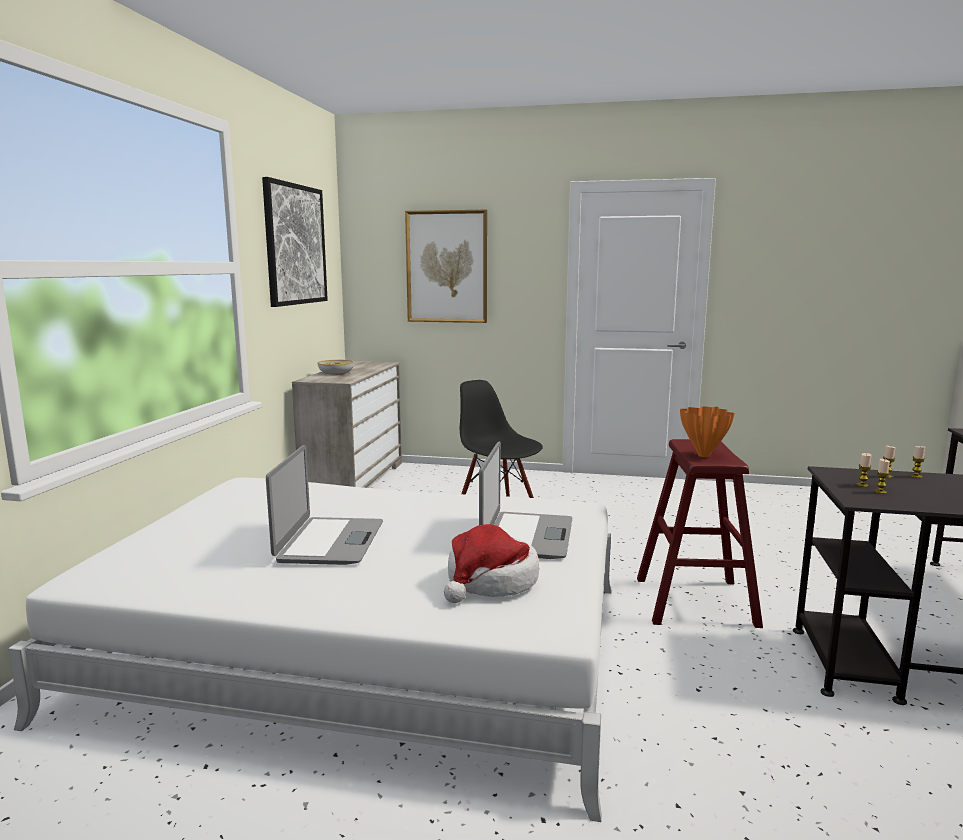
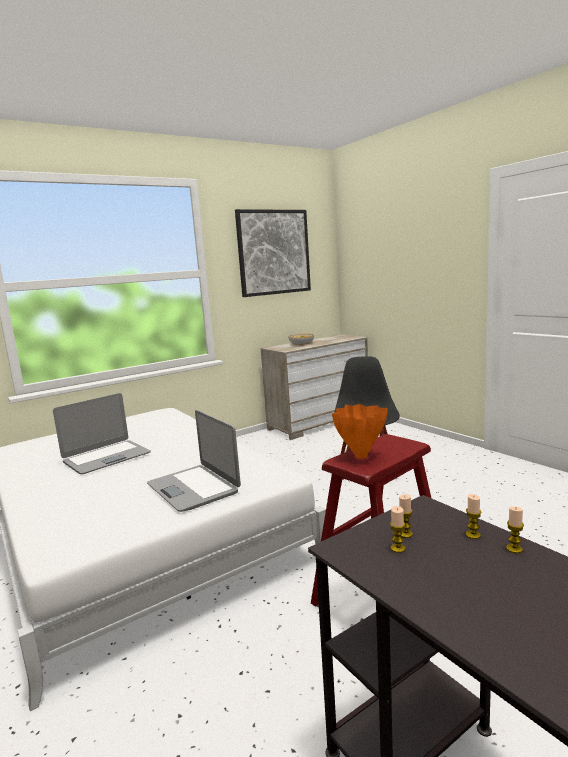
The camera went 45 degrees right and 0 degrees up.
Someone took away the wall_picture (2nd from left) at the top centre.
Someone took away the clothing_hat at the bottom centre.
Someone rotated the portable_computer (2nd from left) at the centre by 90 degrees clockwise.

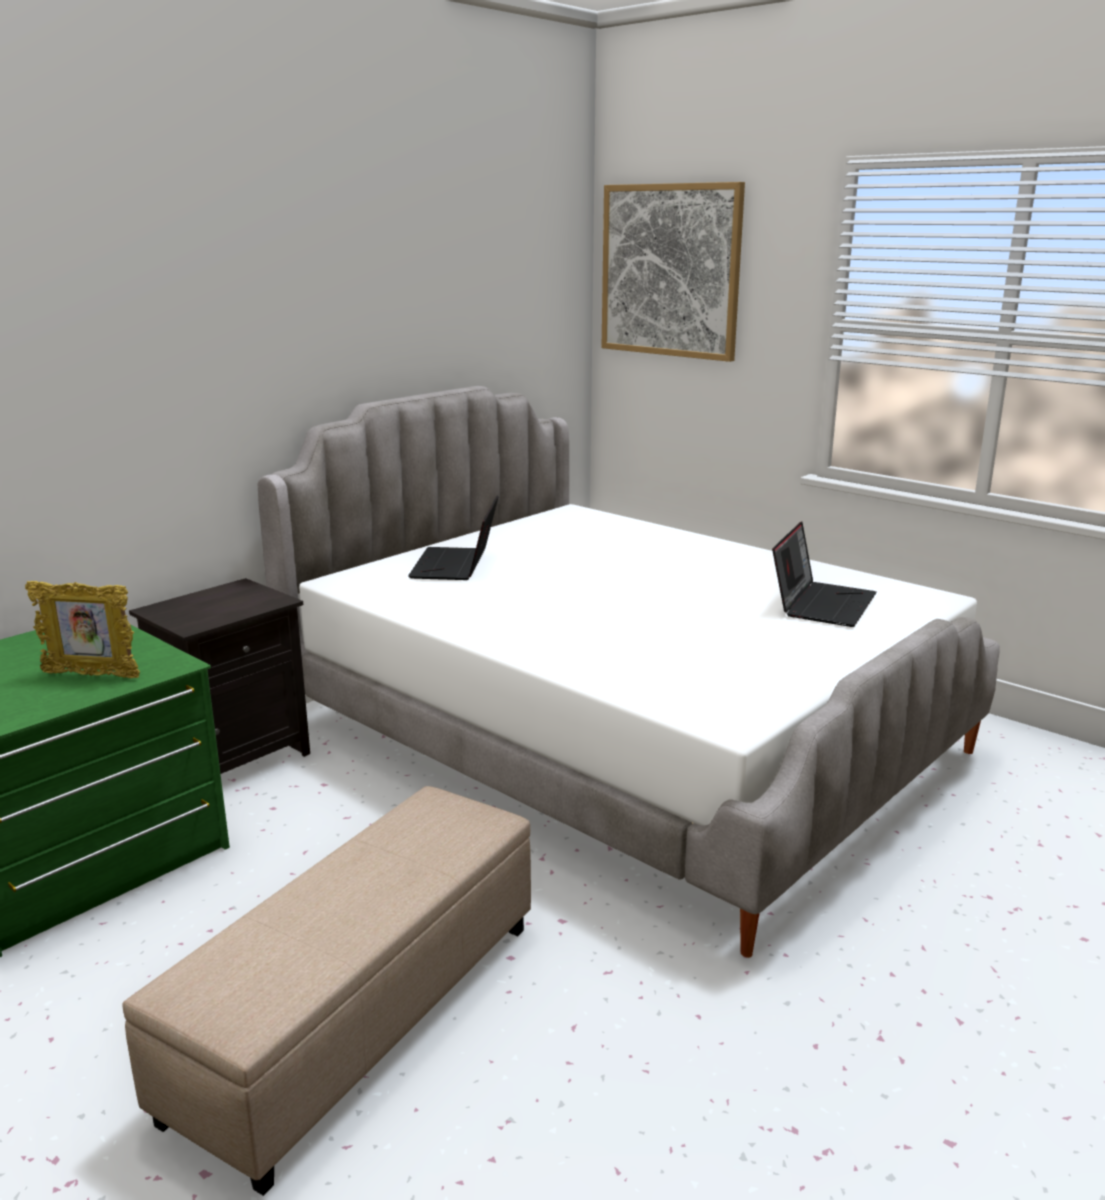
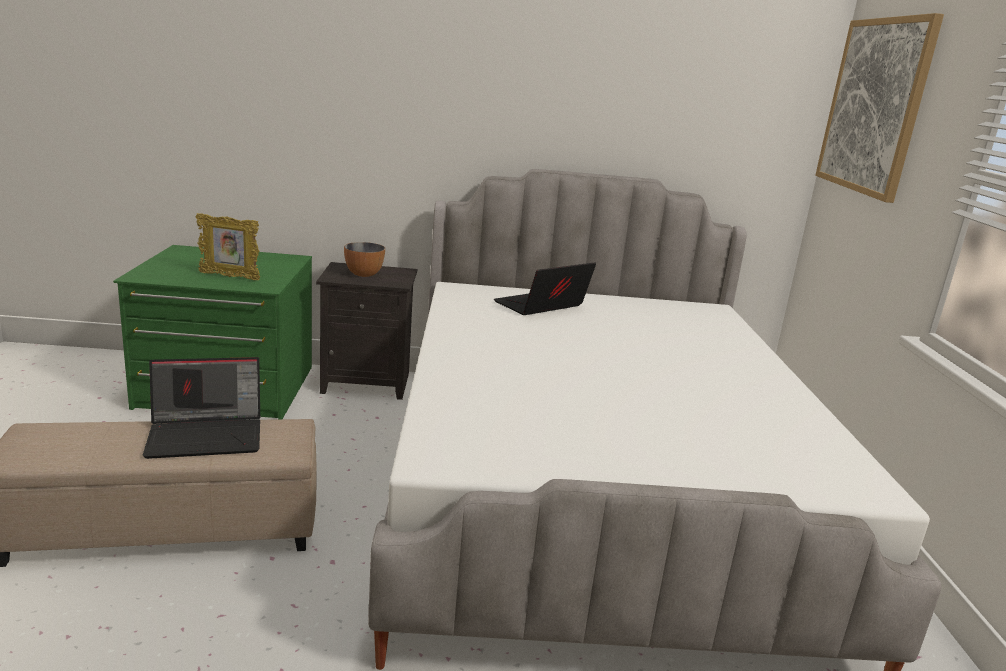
The camera went 45 degrees right and 0 degrees up.
Someone put down the deep_dish at the centre.
Someone carried the portable_computer (2nd from left in the first image) from the middle right to the middle left.
Someone rotated the standing_frame at the middle left by 45 degrees counterclockwise.

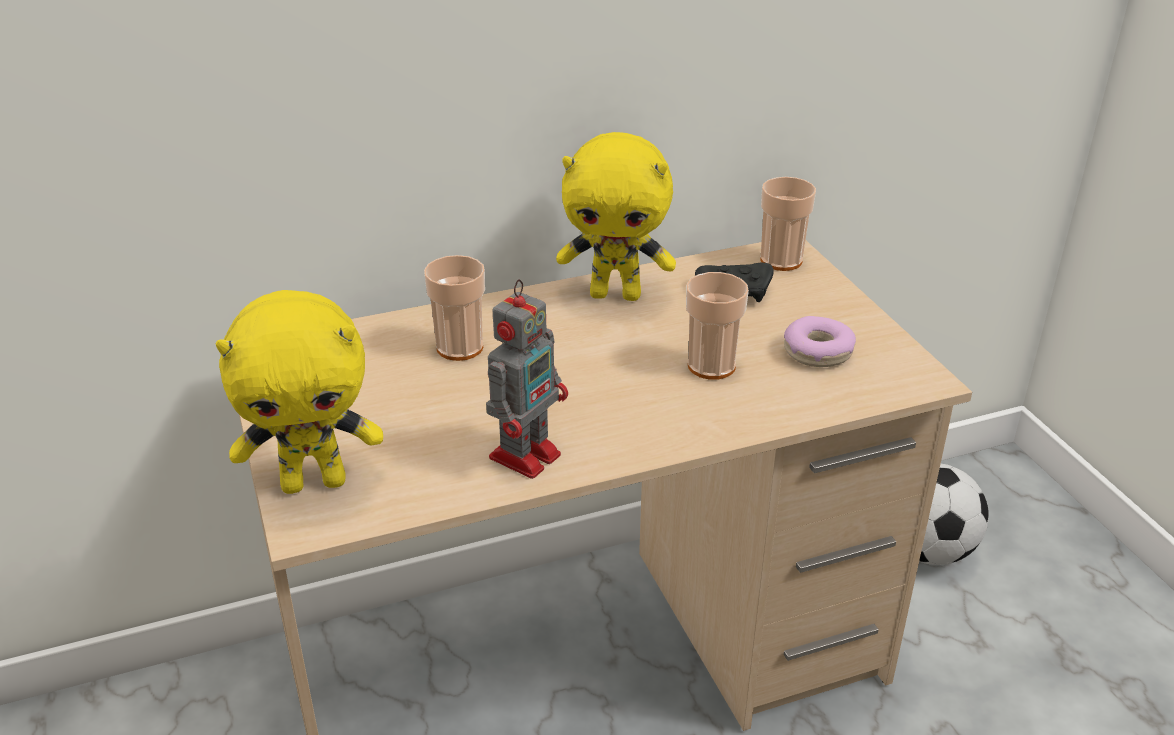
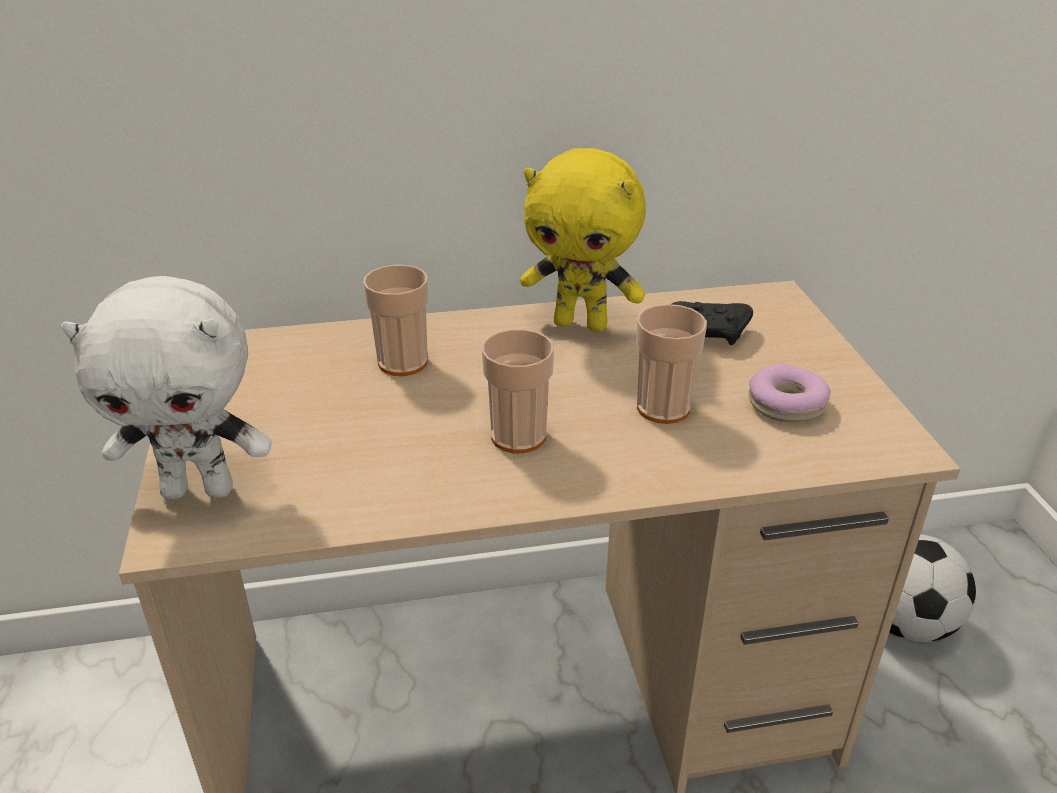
The camera went 10 degrees right and 0 degrees up.
Someone took away the robot_figure at the centre.
Someone carried the cup (3rd from left in the first image) from the top right to the centre.
Someone repainted the yellow-coloured_cuddly_toy (1st from left) at the middle left, which became the whitish_cuddly_toy at the middle left.

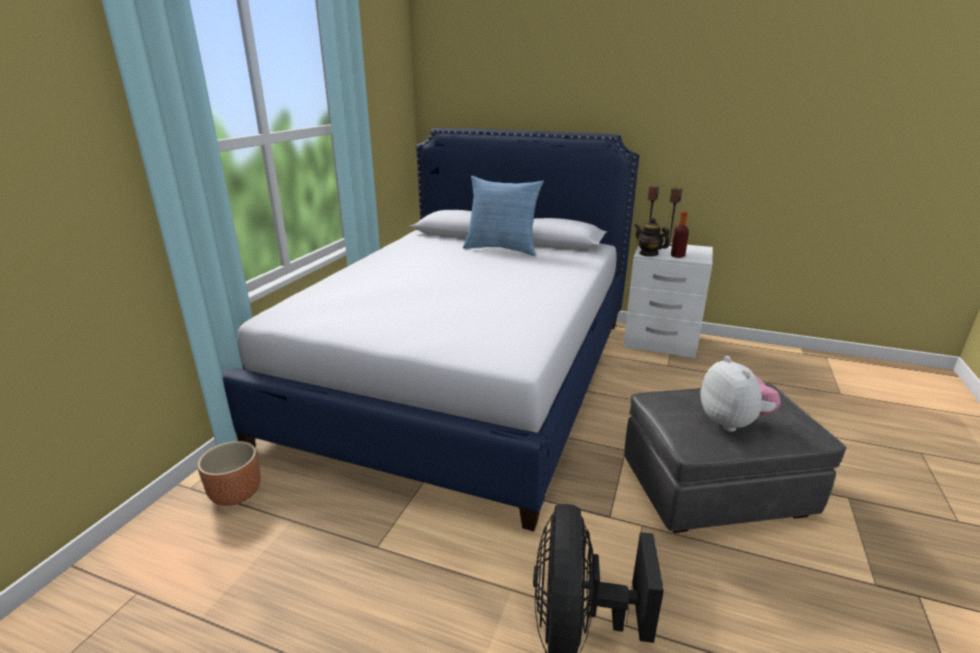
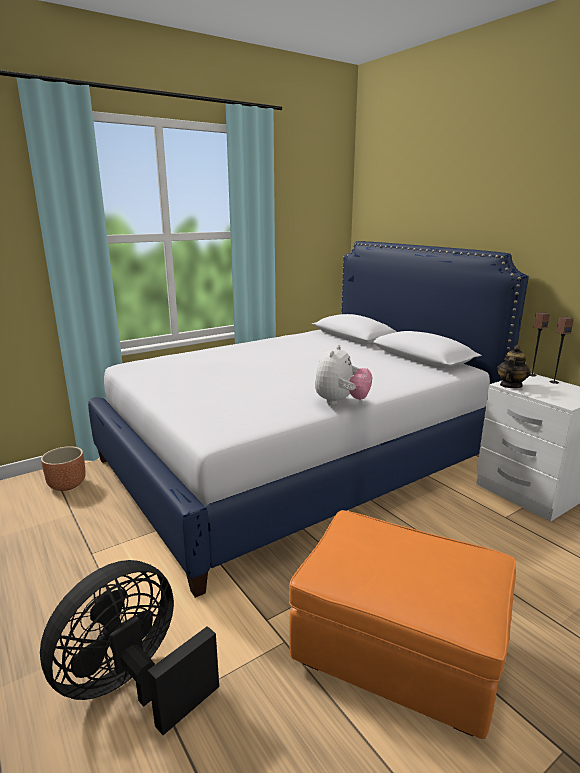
The camera went 35 degrees right and 5 degrees down.
Someone took away the pillow at the top centre.
Someone took away the bottle at the middle right.
Someone carried the cuddly_toy from the middle right to the centre.
Someone repainted the gray_pouffe at the bottom right, which became the orange_pouffe at the bottom right.
Someone rotated the pot_for_tea at the centre by 45 degrees clockwise.

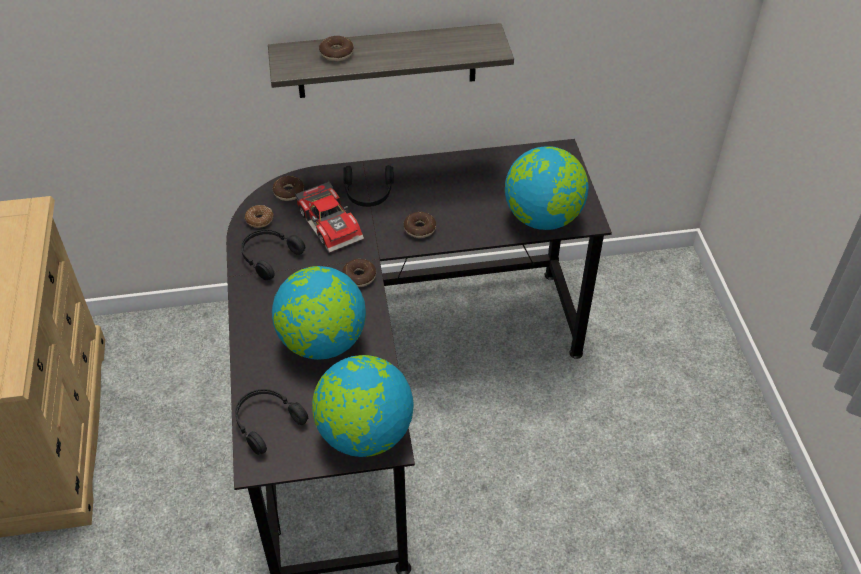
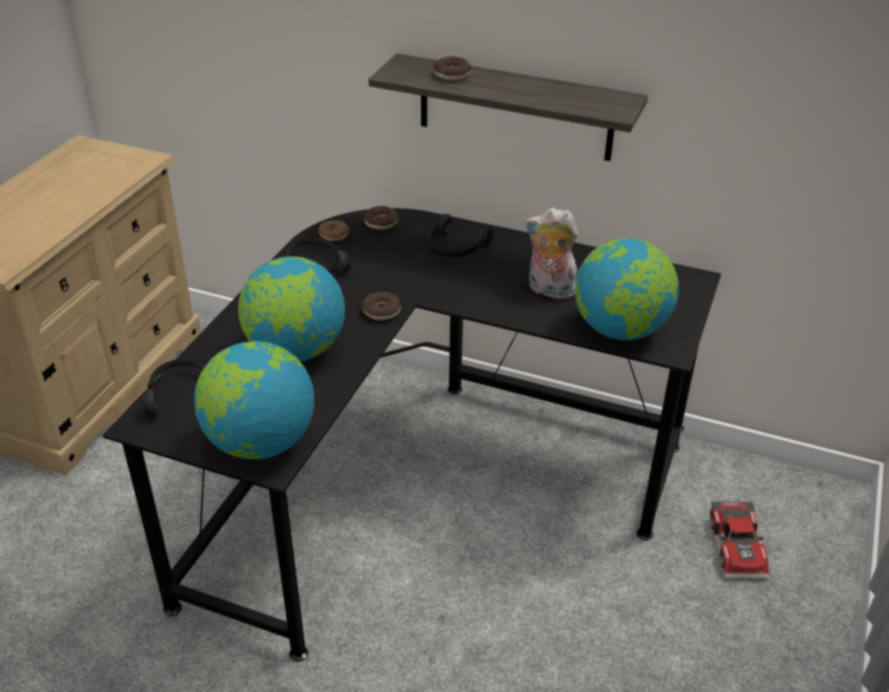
The camera went 30 degrees right and 10 degrees down.
Someone took away the donut (5th from left) at the centre.
Someone put down the cuddly_toy at the centre.
Someone carried the toy_car from the centre to the bottom right.

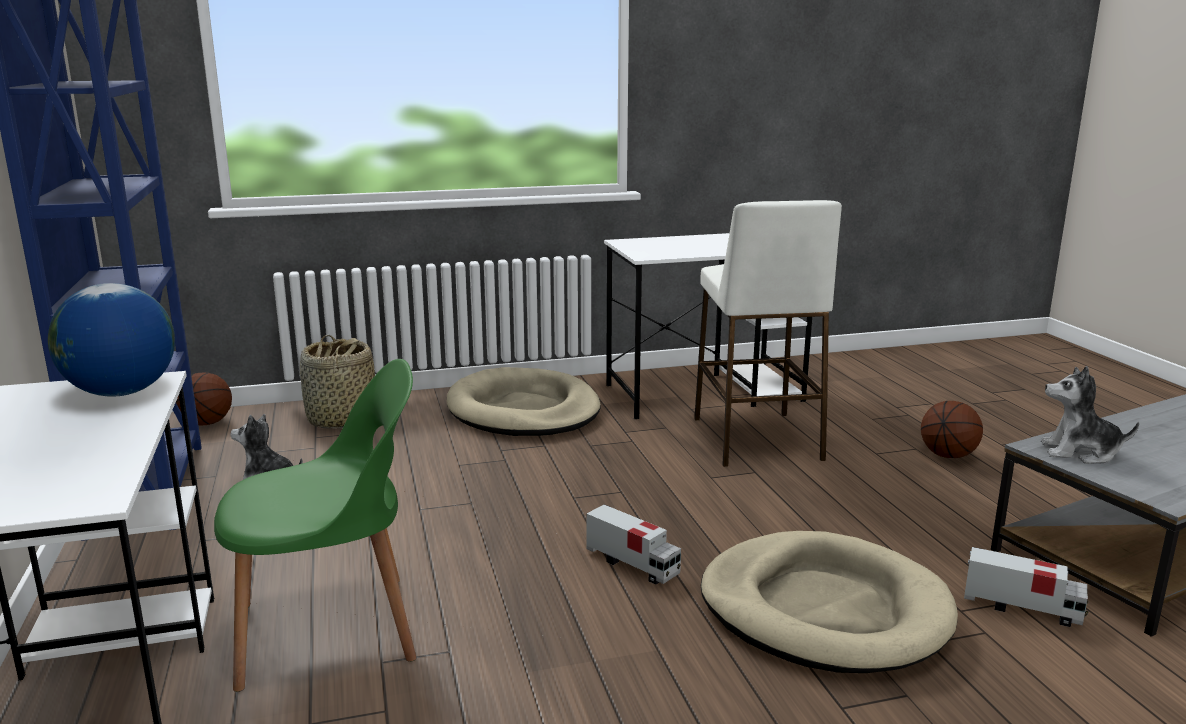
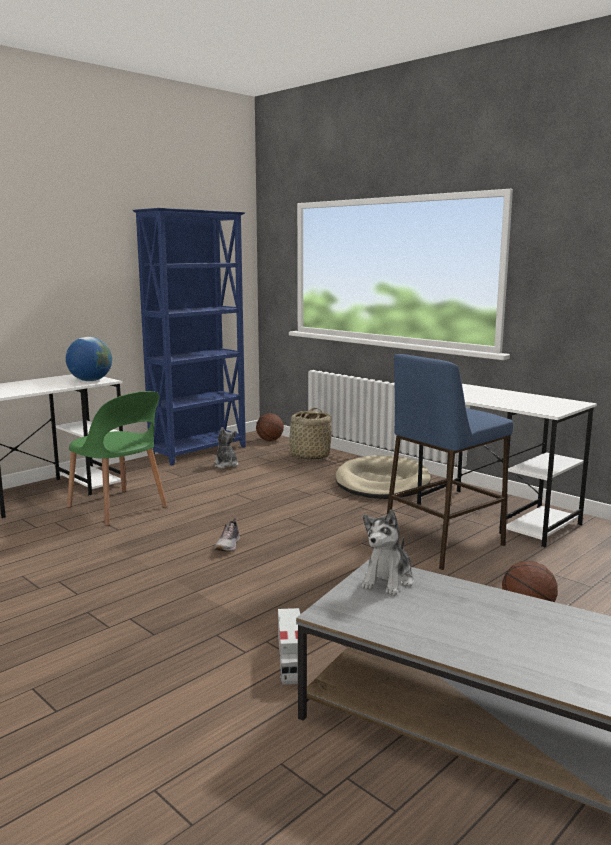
The camera went 60 degrees right and 5 degrees down.
Someone took away the beige-coloured_dog_cushion (2nd from left) at the bottom right.
Someone swapped the toy_truck (1st from left) at the bottom centre for the item_of_footwear at the centre.
Someone repainted the whitish_sitting_stool at the centre, which became the blue_sitting_stool at the middle right.
Someone rotated the cuddly_toy (2nd from left) at the middle right by 135 degrees counterclockwise.

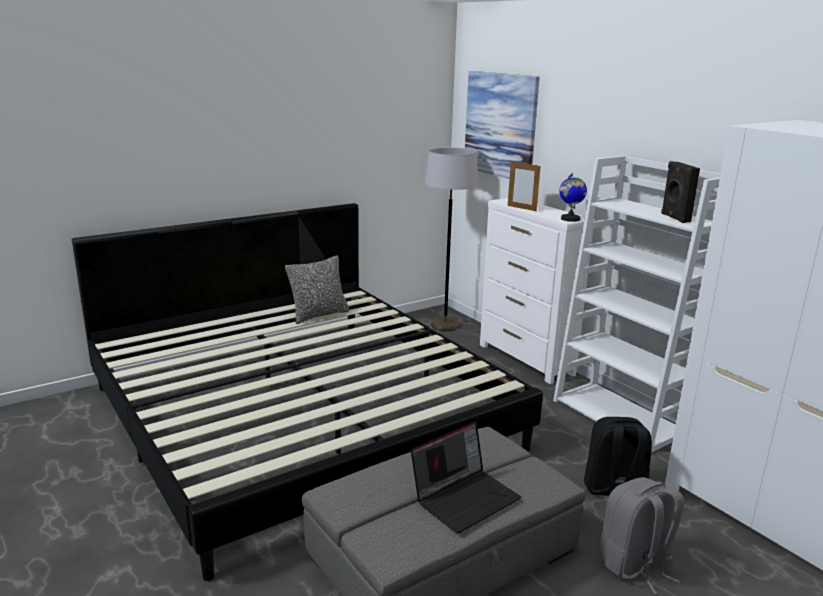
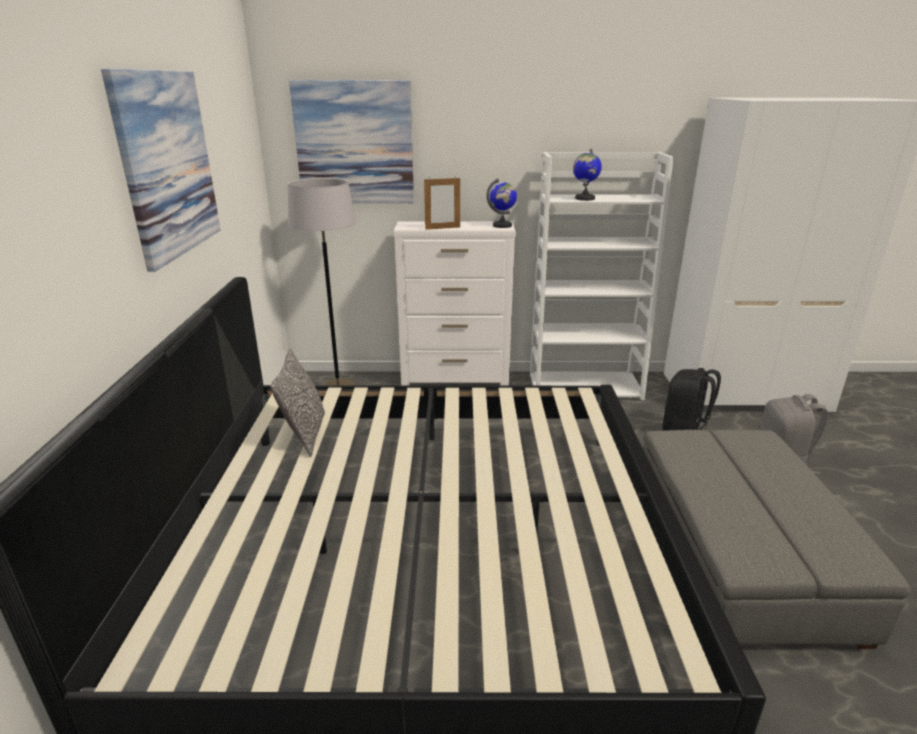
The camera went 55 degrees left and 5 degrees up.
Someone took away the portable_computer at the bottom centre.
Someone took away the black_audio_speaker at the top right.
Someone put up the wall_picture (1st from left) at the top left.
Someone put down the world_globe (2nd from left) at the top centre.

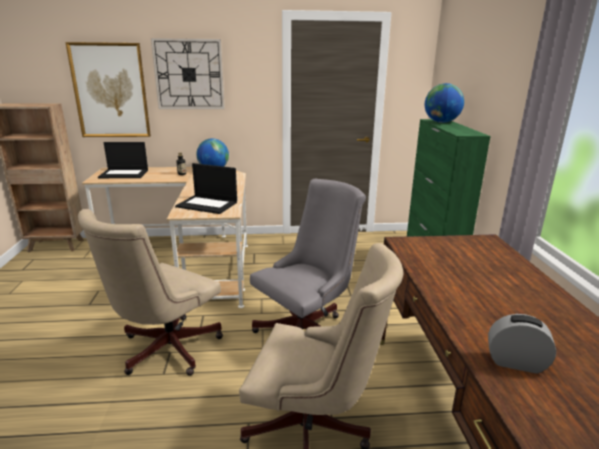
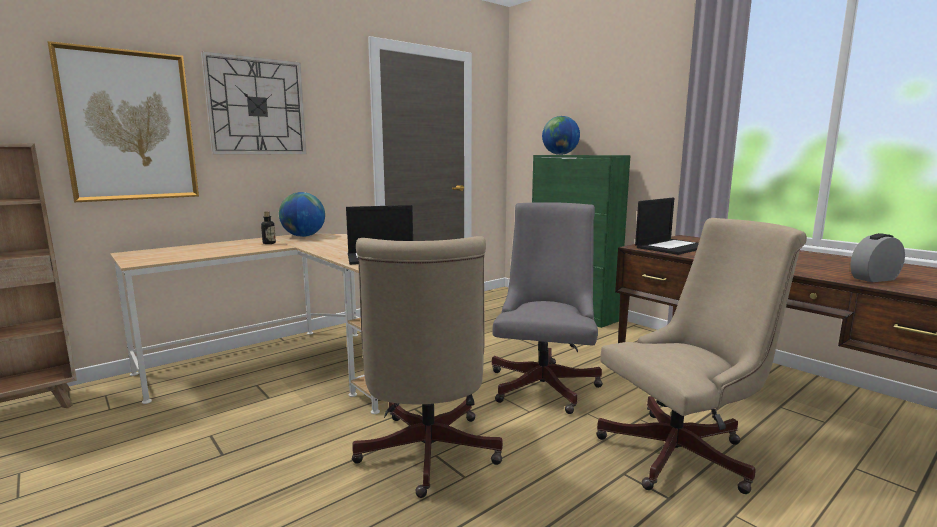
The camera went 35 degrees left and 10 degrees down.
Someone carried the portable_computer (1st from left in the first image) from the middle left to the middle right.

